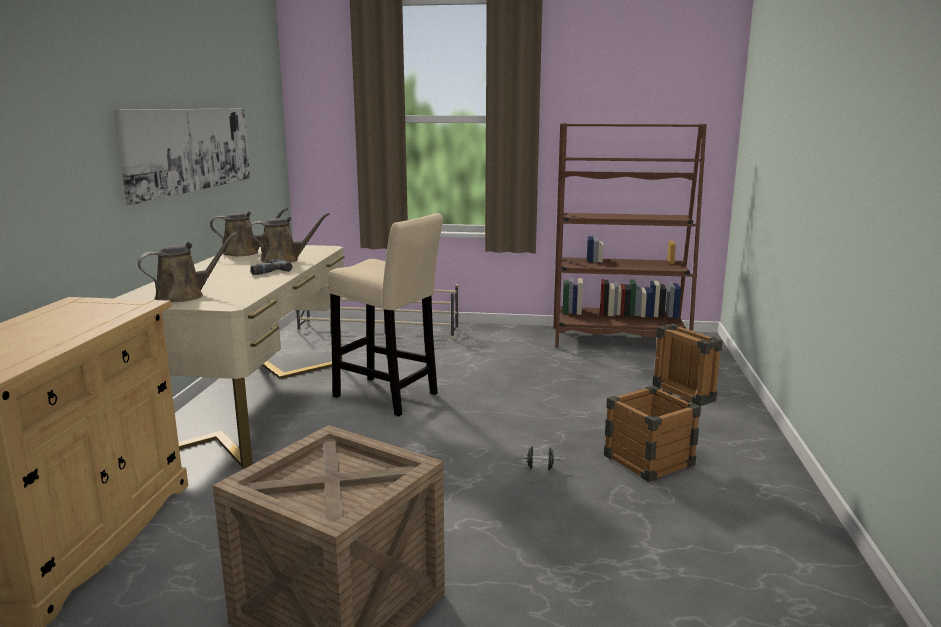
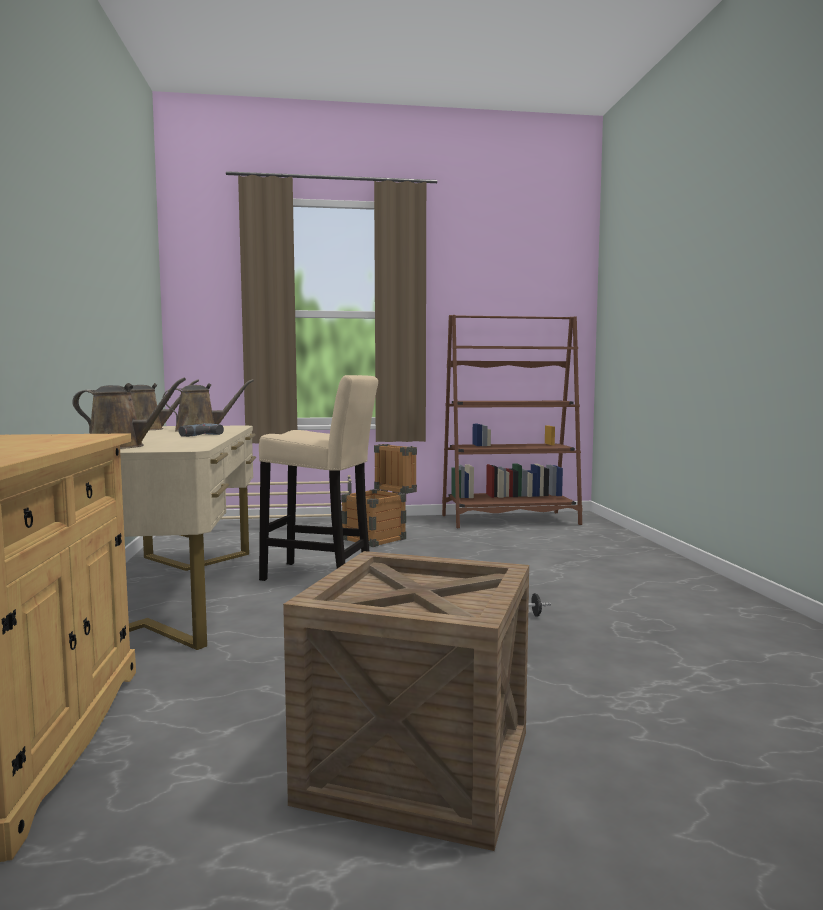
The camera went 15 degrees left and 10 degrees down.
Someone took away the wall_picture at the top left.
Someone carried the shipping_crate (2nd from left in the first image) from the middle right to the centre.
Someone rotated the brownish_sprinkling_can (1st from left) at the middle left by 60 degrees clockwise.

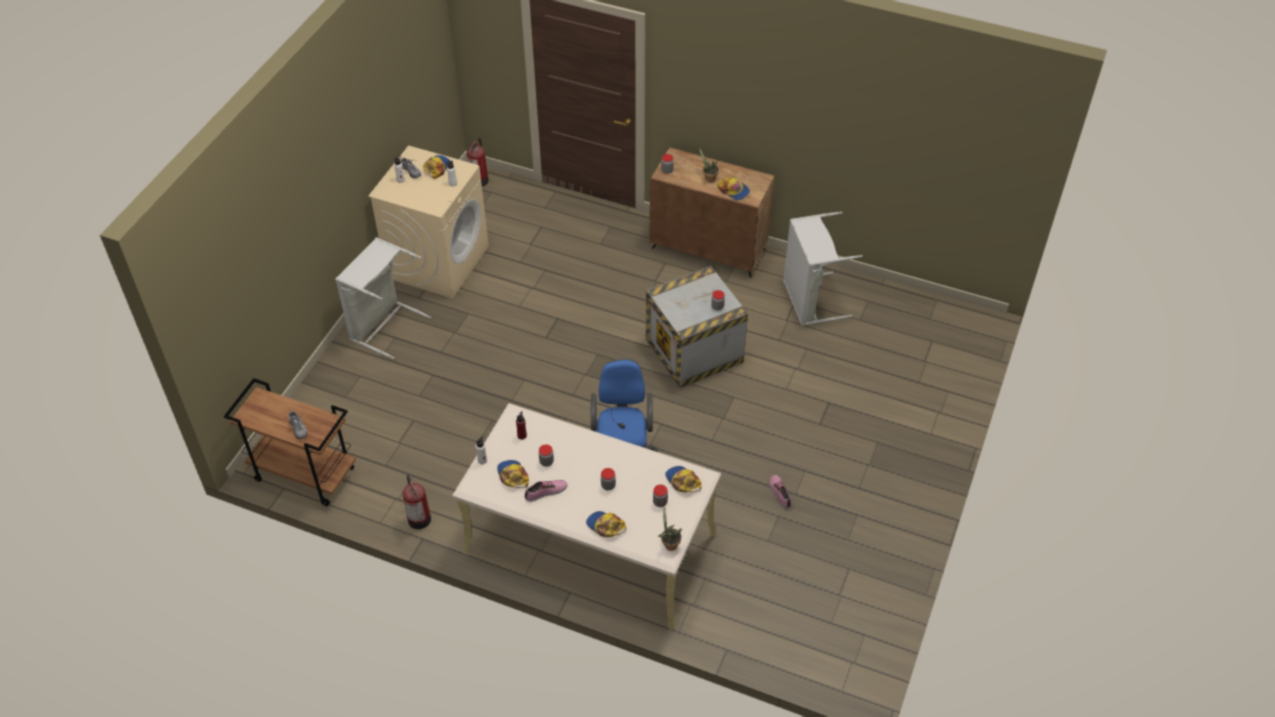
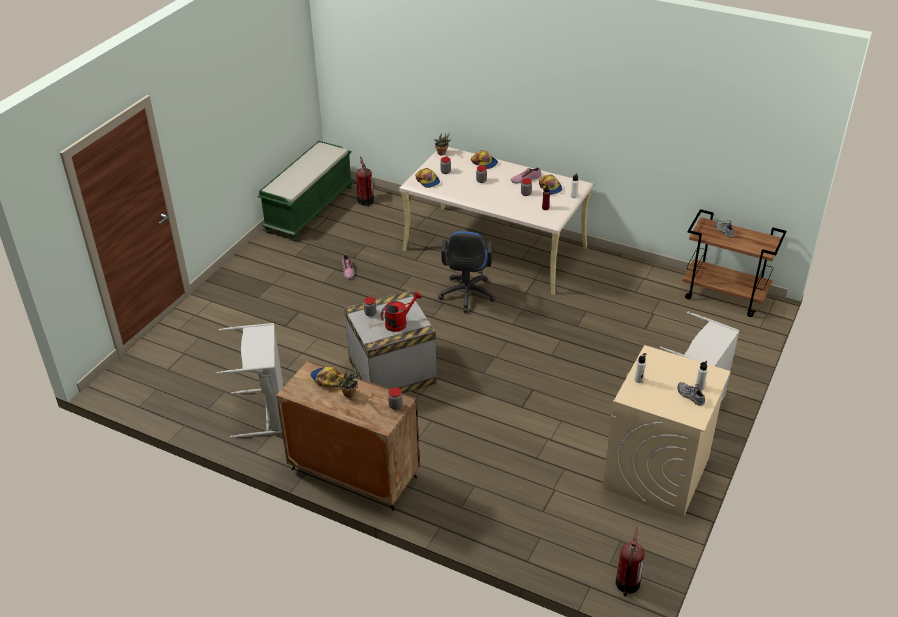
The camera went 175 degrees left and 10 degrees down.
Someone took away the cap (1st from left) at the top centre.
Someone put down the greenish_indoor_bench at the top centre.
Someone put down the reddish_sprinkling_can at the centre.
Someone carried the fire-fighting_cylinder (1st from left) from the bottom left to the top centre.

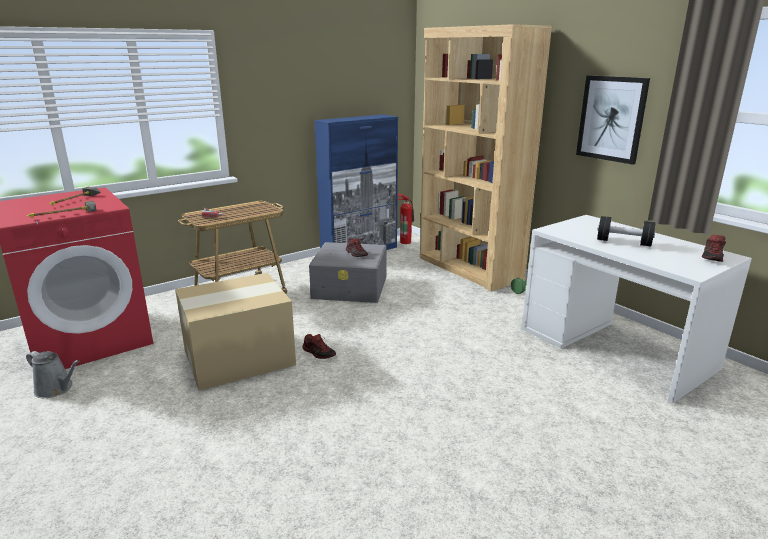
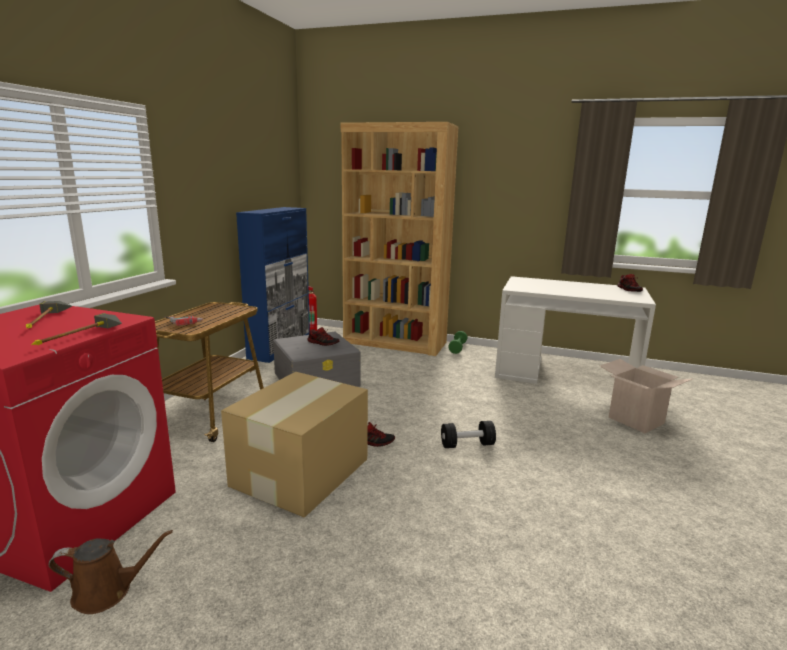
The camera went 35 degrees left and 5 degrees down.
Someone took away the wall_picture at the top right.
Someone put down the carton (2nd from left) at the middle right.
Someone carried the black_dumbbell from the middle right to the bottom centre.
Someone repainted the gray_sprinkling_can at the bottom left, which became the brownish_sprinkling_can at the bottom left.

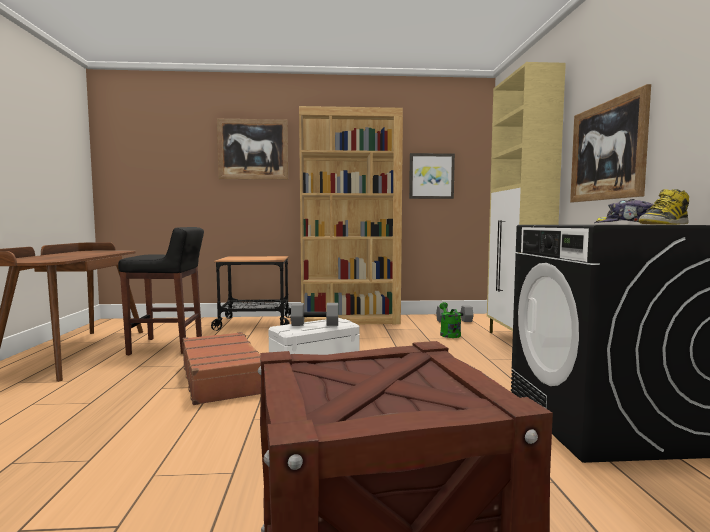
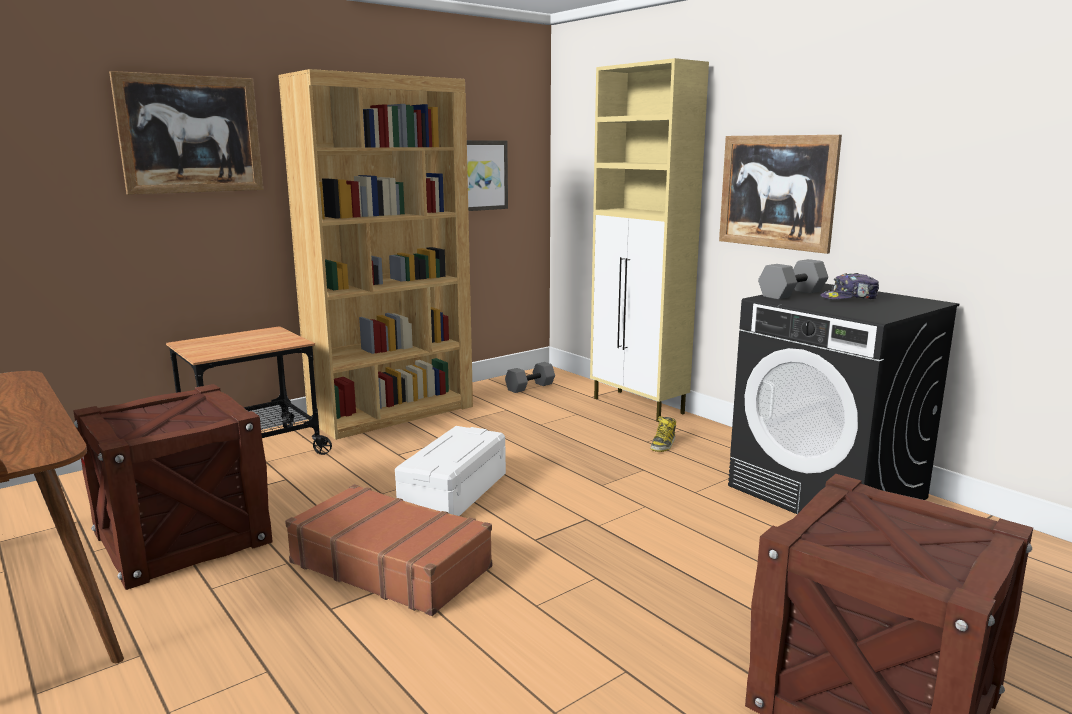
The camera went 35 degrees left and 10 degrees up.
Someone took away the greenish_sprinkling_can at the centre.
Someone carried the gray_dumbbell (1st from left in the first image) from the centre to the middle right.
Someone carried the tall_boot from the middle right to the centre.
Someone swapped the black_sitting_stool at the middle left for the shipping_crate (1st from left) at the bottom left.

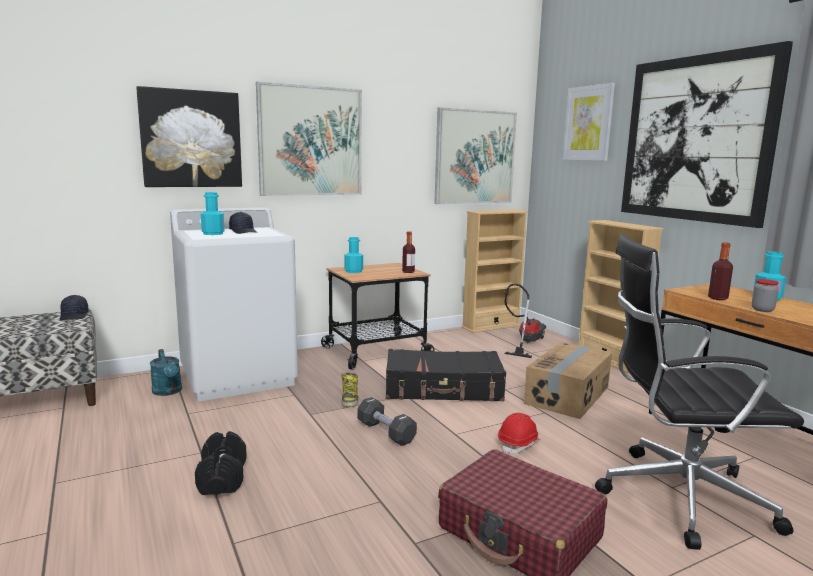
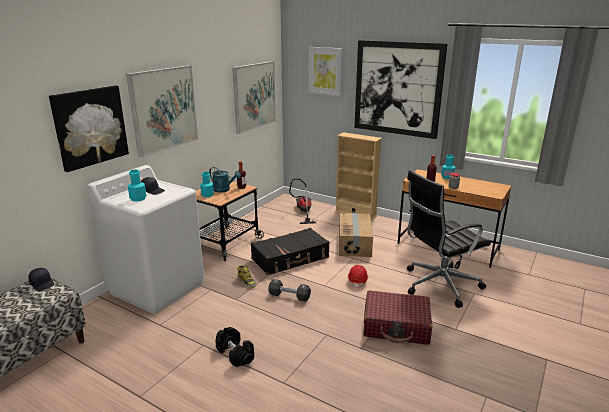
The camera went 30 degrees left and 10 degrees up.
Someone took away the beige-coloured_bookcase (1st from left) at the centre.
Someone carried the blue-green_sprinkling_can from the middle left to the centre.

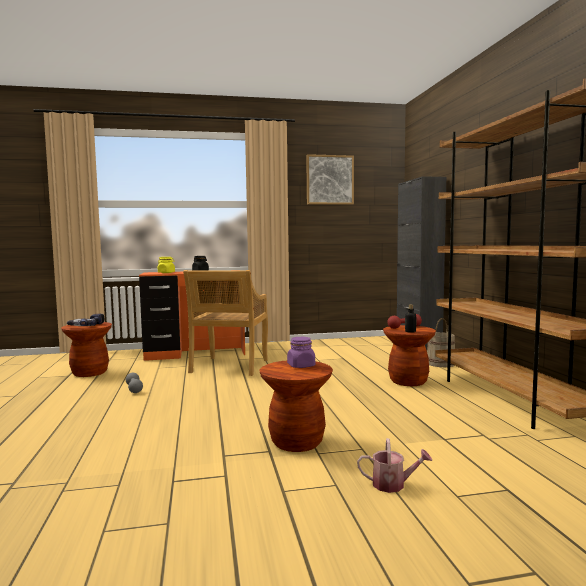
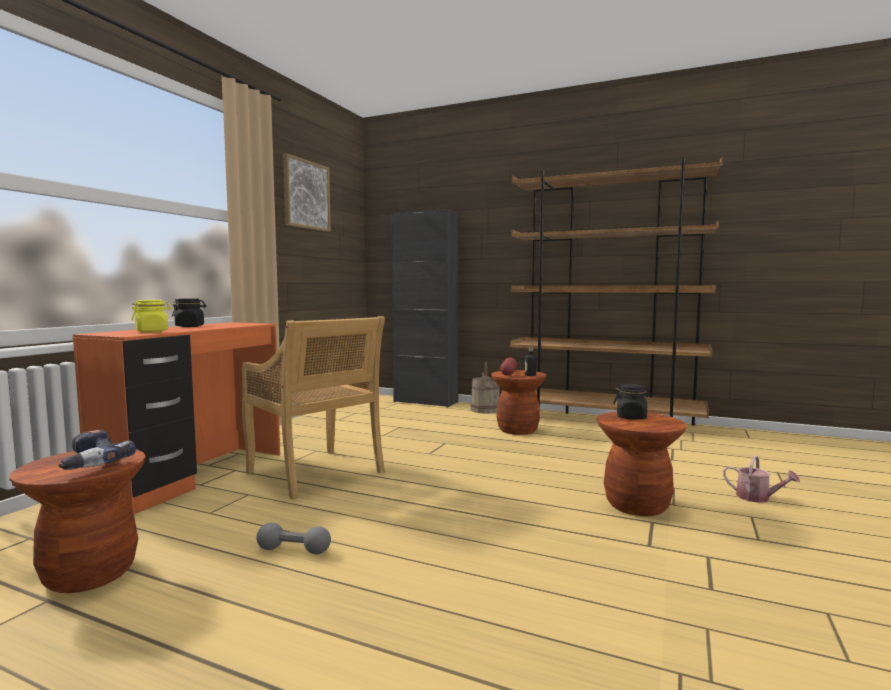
The camera went 55 degrees left and 0 degrees up.
Someone repainted the purple-coloured_preserve_jar at the centre, which became the black_preserve_jar (2nd from left) at the middle right.
Someone rotated the sprinkling_can at the bottom right by 90 degrees clockwise.

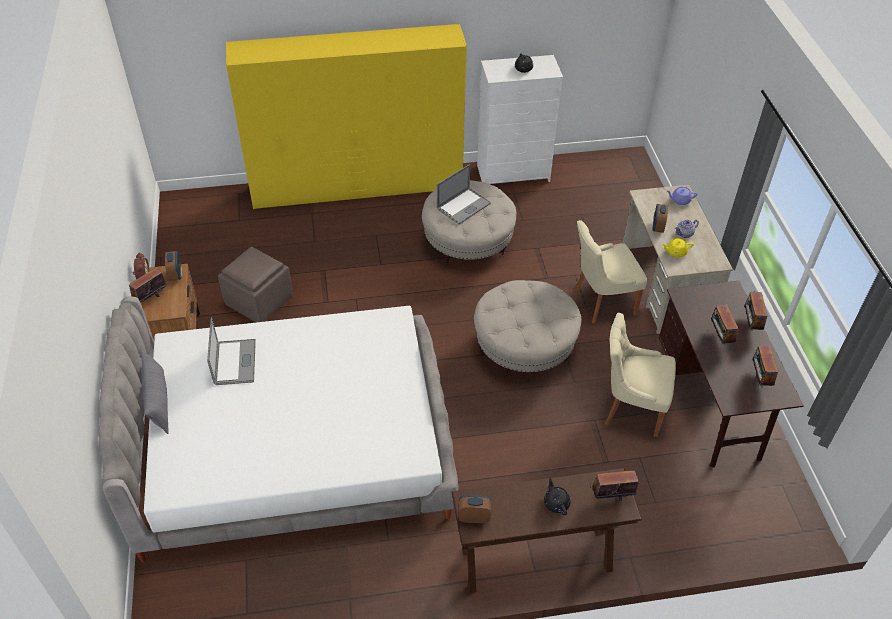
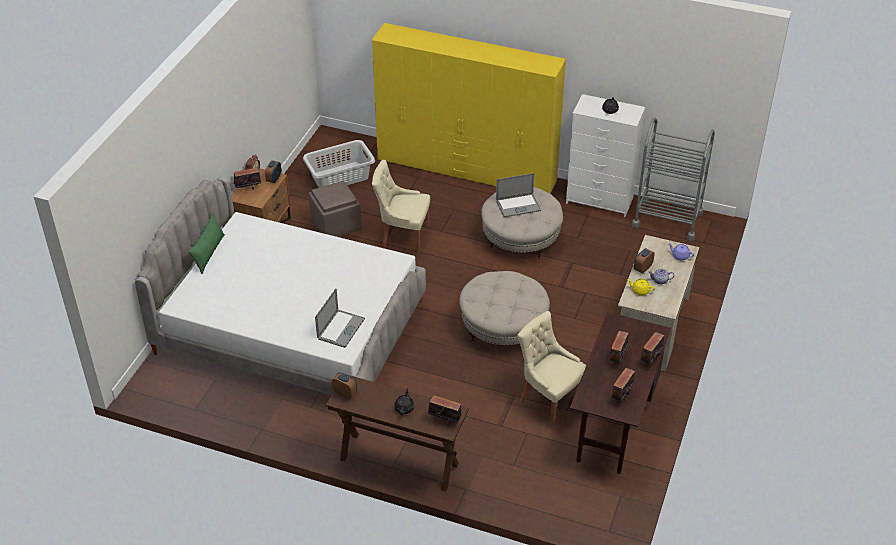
The camera went 30 degrees right and 5 degrees down.
Someone put down the gray_hamper at the top centre.
Someone put down the gray_trolley at the top right.
Someone carried the portable_computer (1st from left) from the middle left to the centre.
Someone carried the beige-coloured_plain_chair (1st from left) from the middle right to the centre.
Someone repainted the gray_pillow at the middle left, which became the greenish_pillow at the middle left.

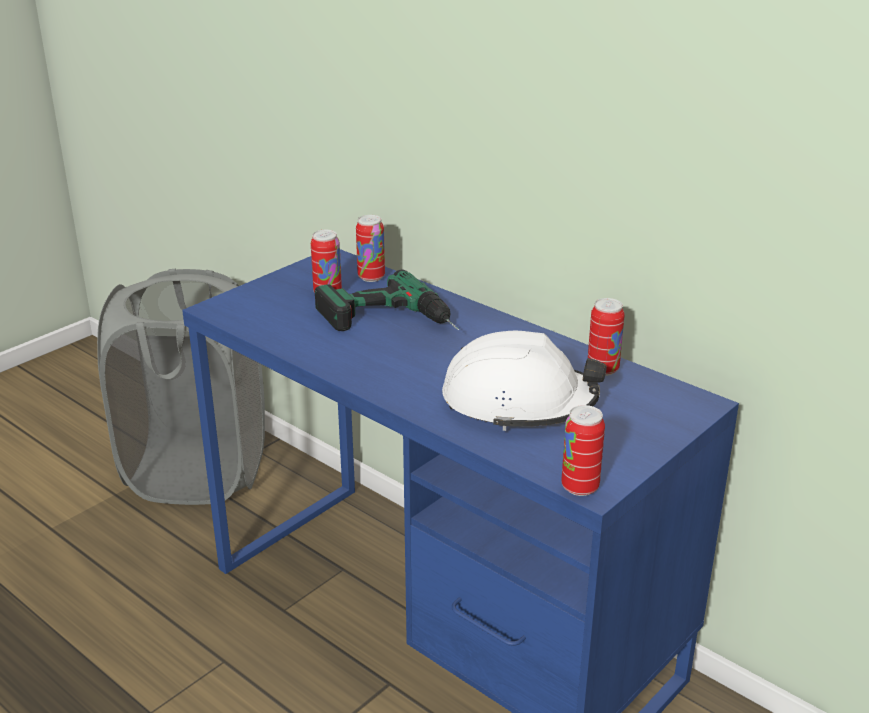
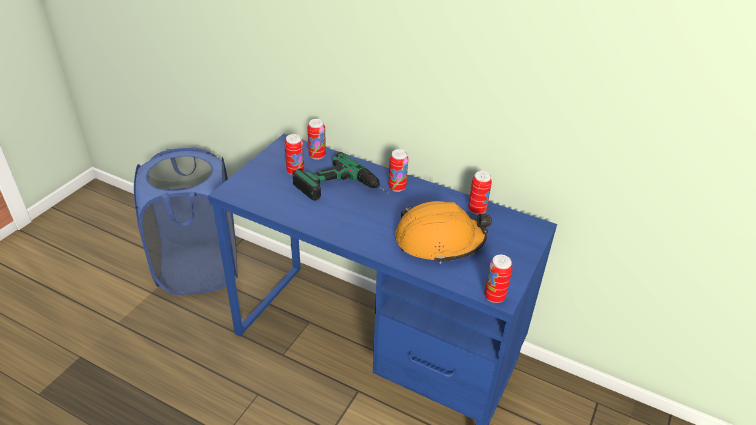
The camera went 15 degrees left and 10 degrees up.
Someone put down the sealed_can (3rd from left) at the centre.
Someone repainted the gray_hamper at the middle left, which became the blue_hamper at the middle left.
Someone repainted the whitish_hard_hat at the centre, which became the orange_hard_hat at the centre.

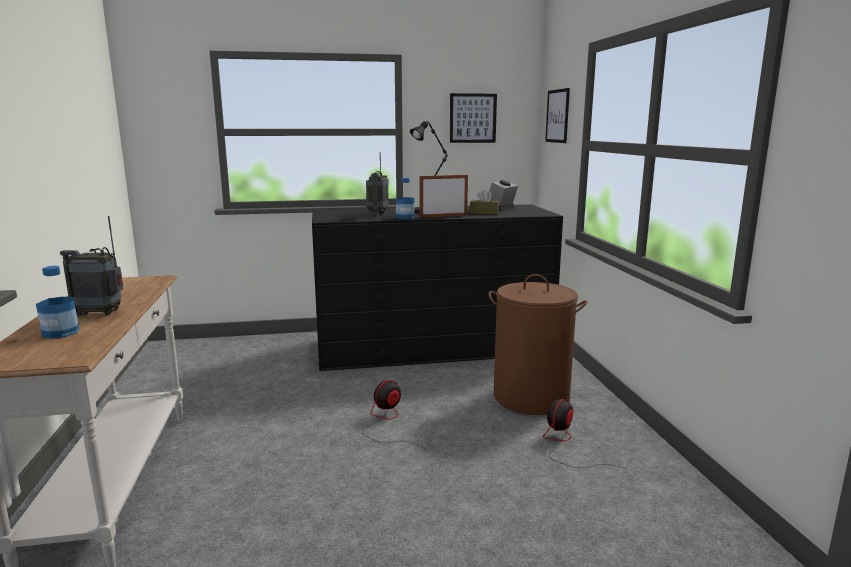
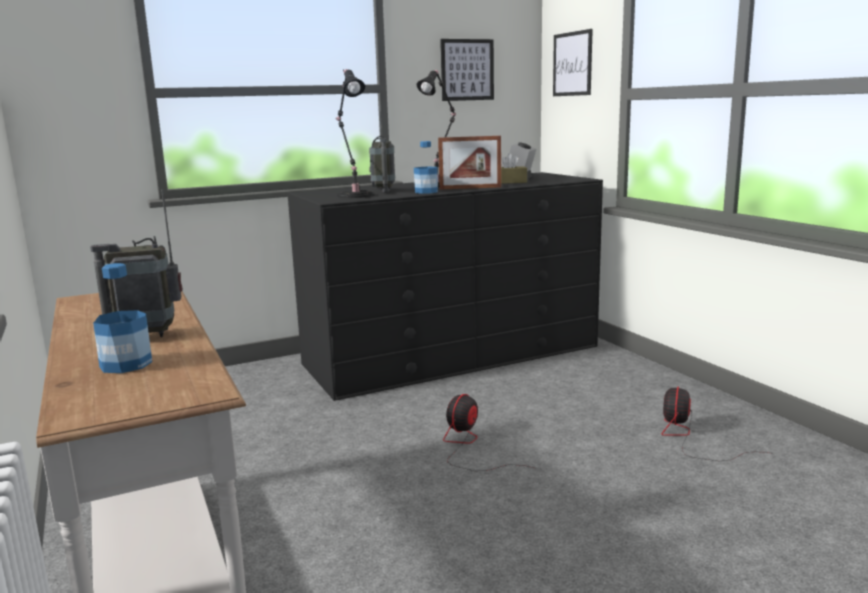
The camera went 15 degrees left and 0 degrees up.
Someone took away the brownish_hamper at the centre.
Someone put down the black_tabletop_lamp (1st from left) at the top centre.
Someone rotated the standing_frame at the centre by 150 degrees counterclockwise.

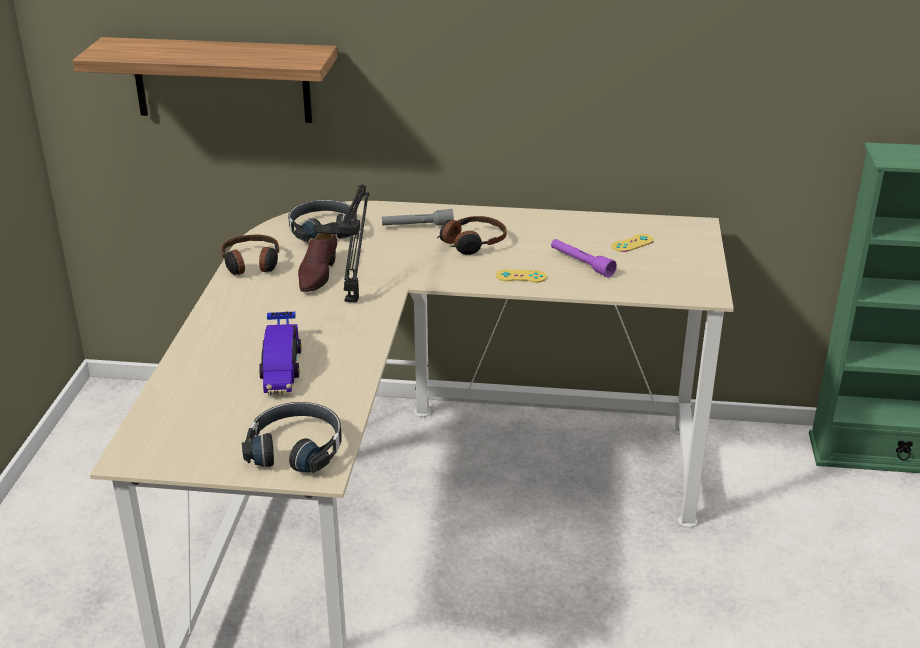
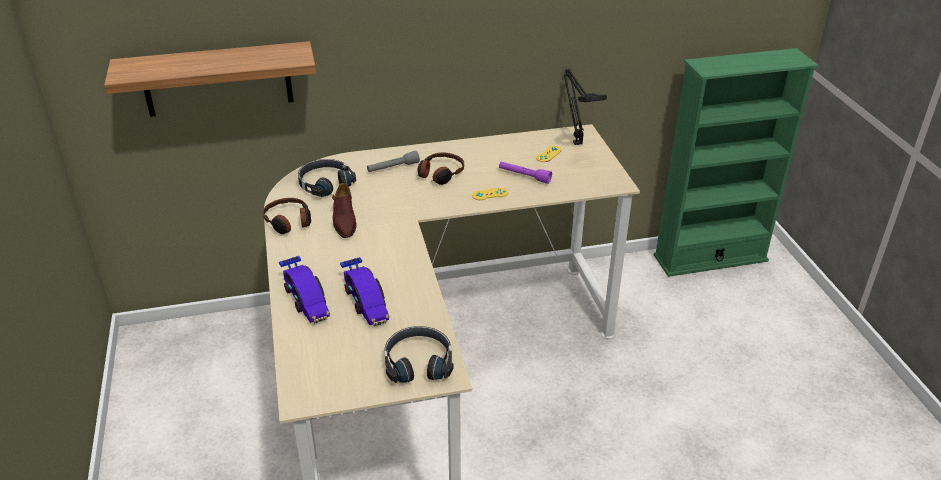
The camera went 20 degrees left and 5 degrees up.
Someone put down the toy_car (1st from left) at the middle left.
Someone carried the black_tabletop_lamp from the centre to the top centre.

